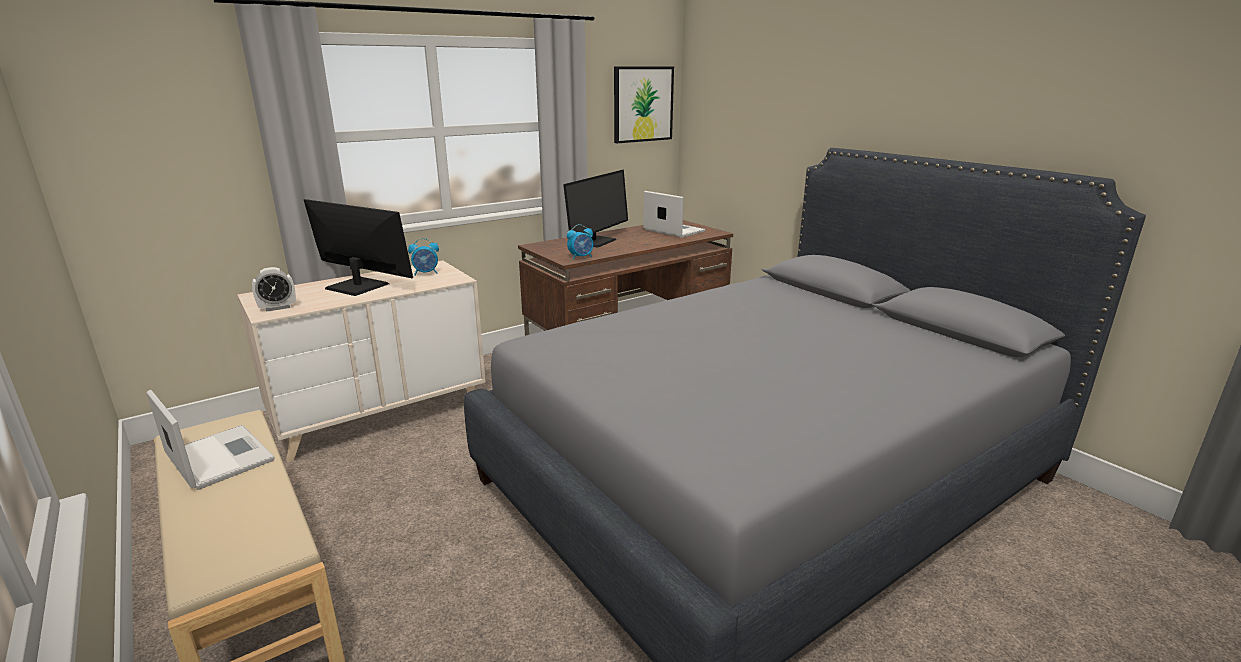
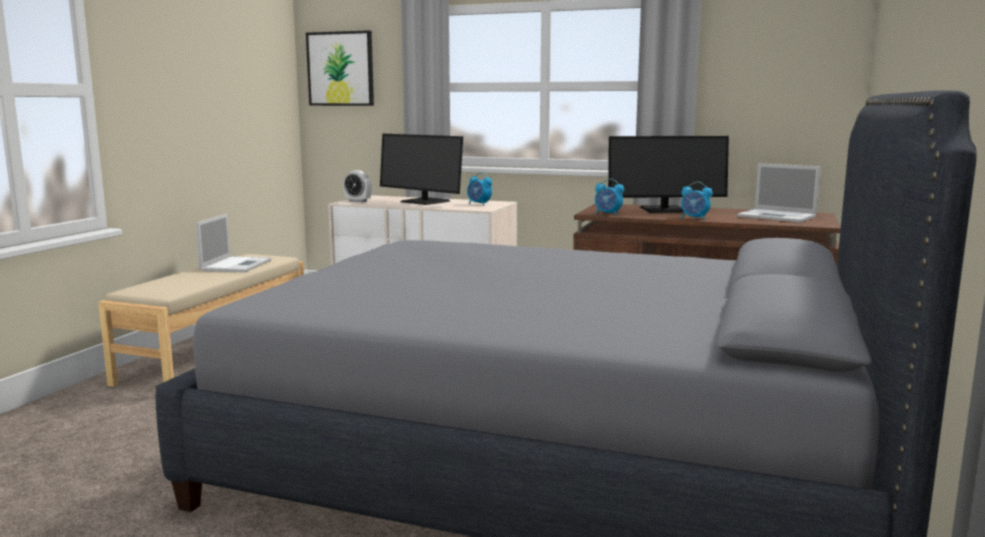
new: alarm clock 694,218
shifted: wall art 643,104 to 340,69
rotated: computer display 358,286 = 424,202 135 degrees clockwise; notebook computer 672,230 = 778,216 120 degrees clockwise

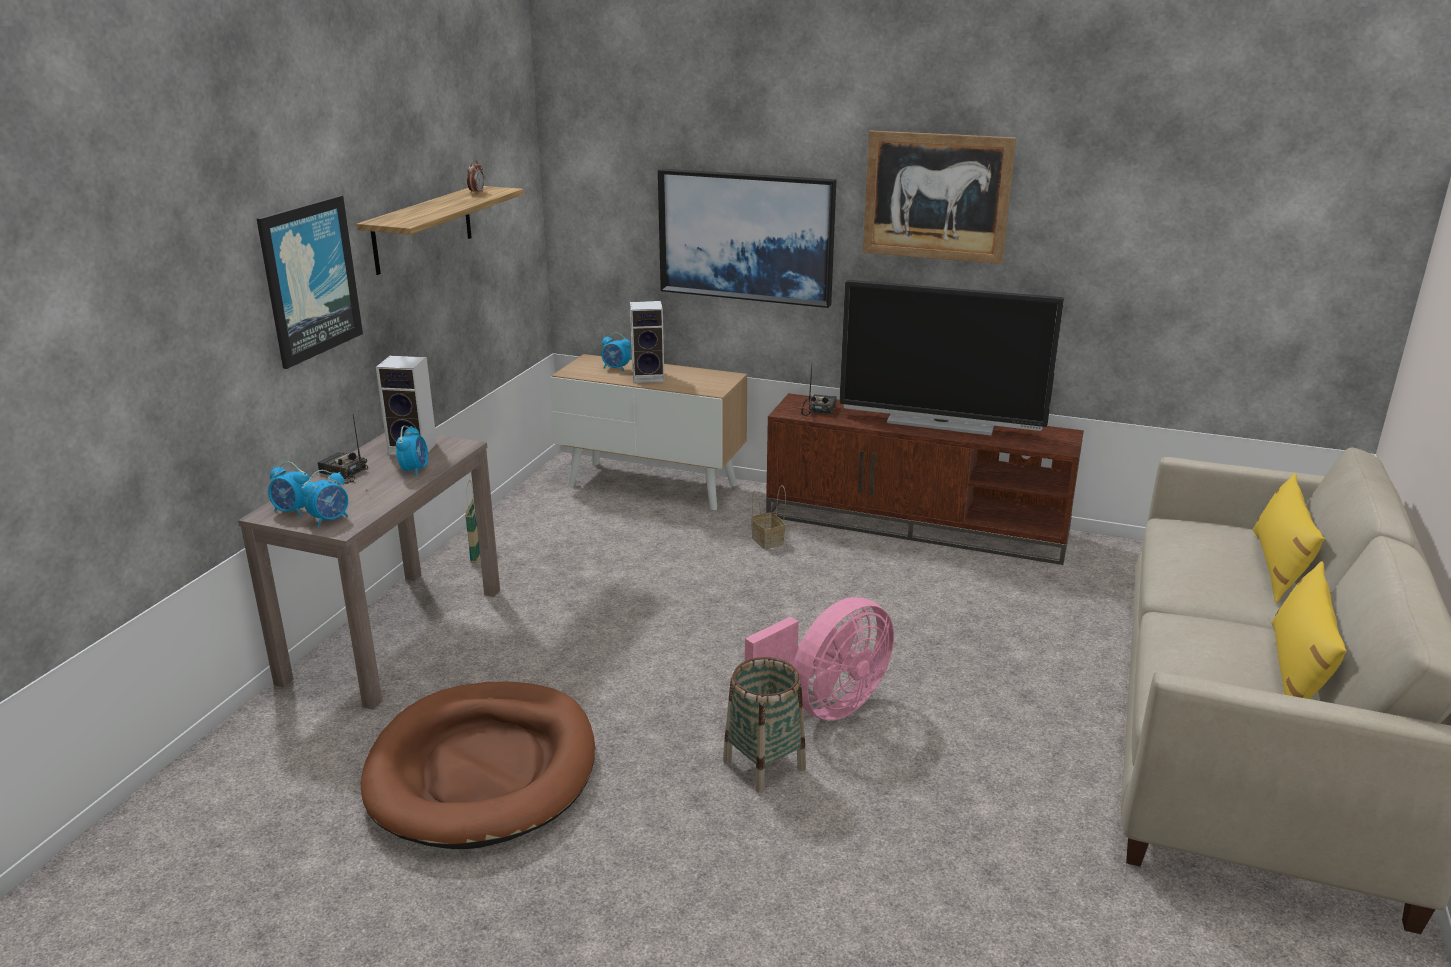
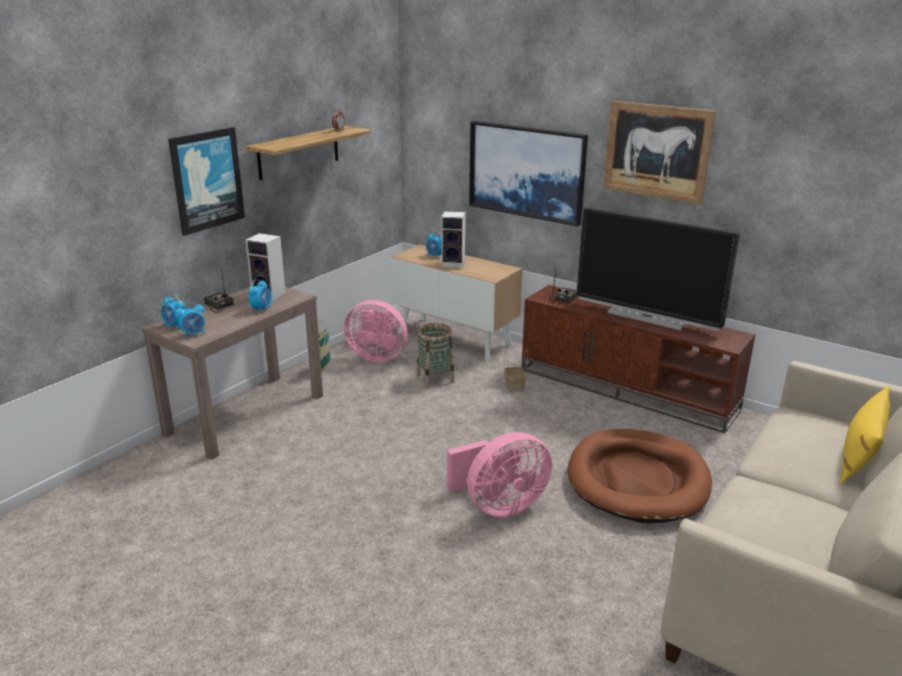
gone: cushion in yellow-coloured 1296,672
new: electric fan in pinkish 377,356
shifted: storage basket 764,765 to 435,378; dog cushion in brownish 483,770 to 637,480

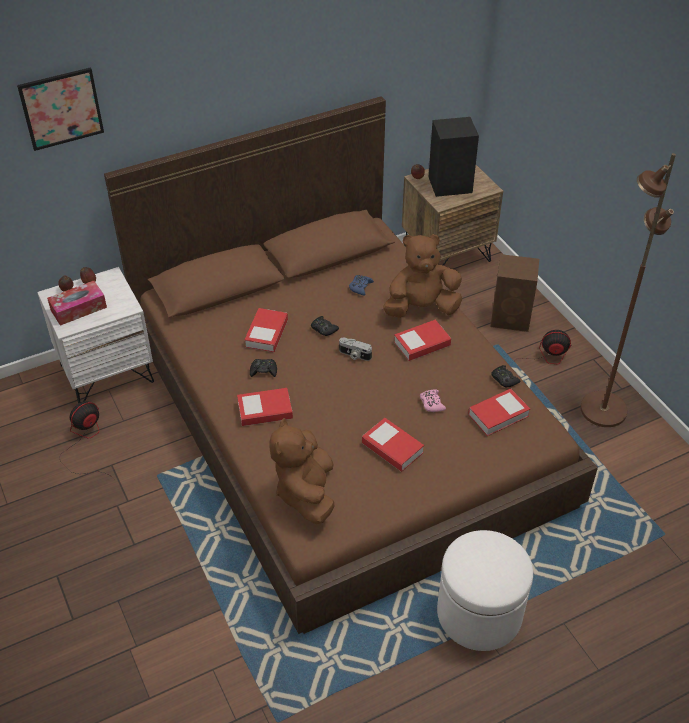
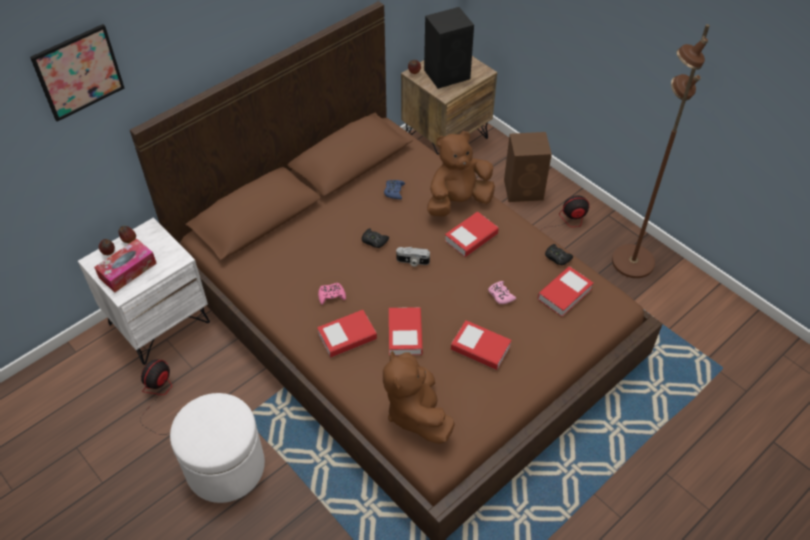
shifted: ottoman in white 479,613 to 225,467; book 266,333 to 405,334
repainted: joypad in black 263,371 to joypad in pinkish 331,295

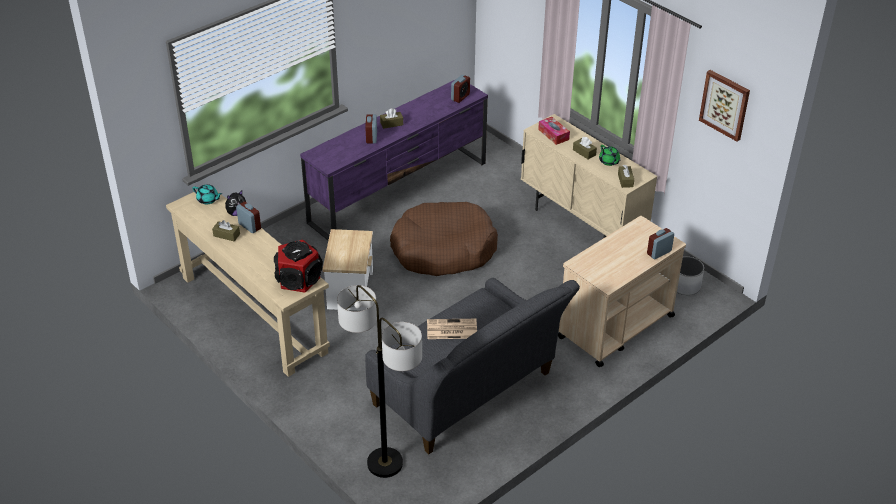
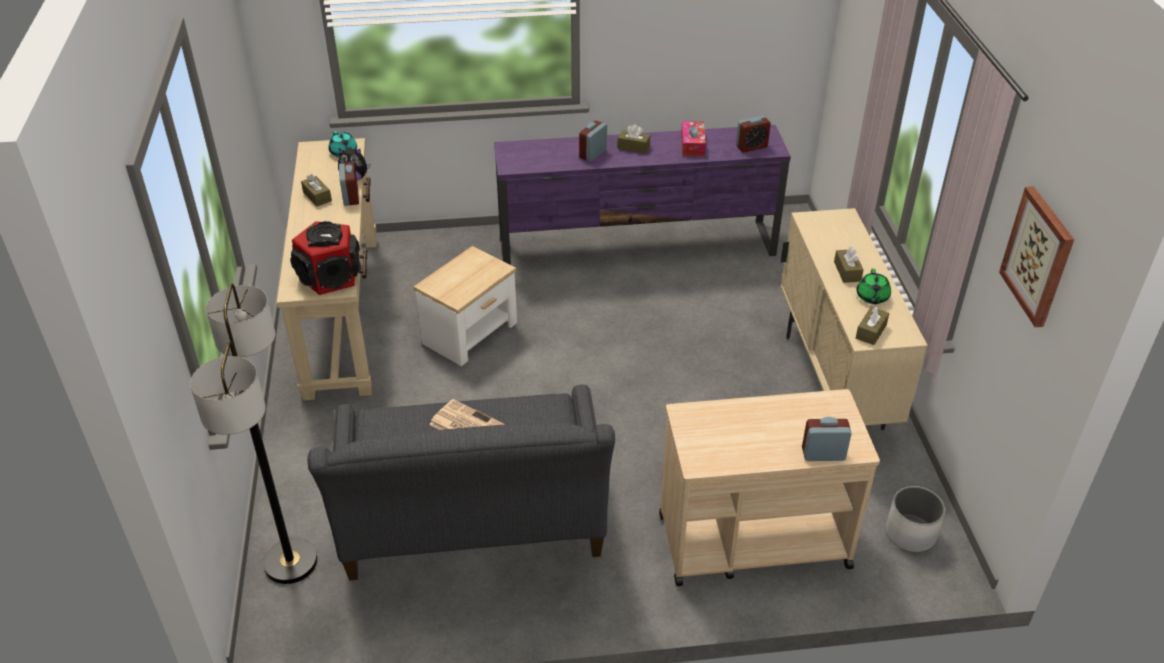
gone: dog cushion in brownish 443,249
shifted: tissue holder 553,134 to 692,144

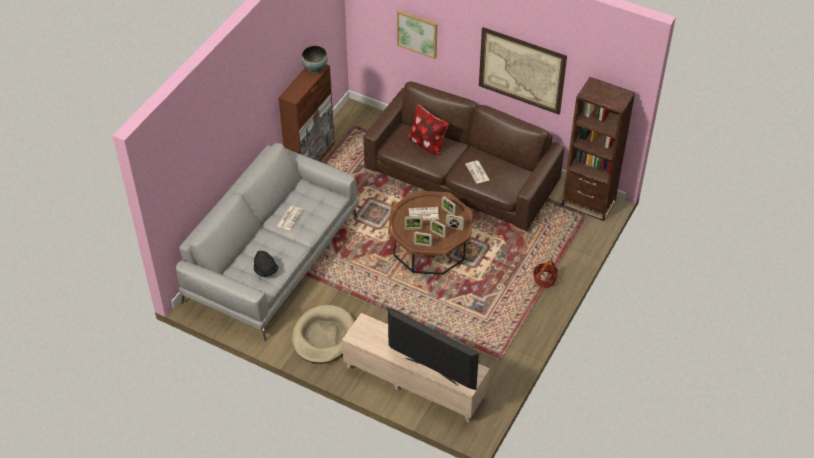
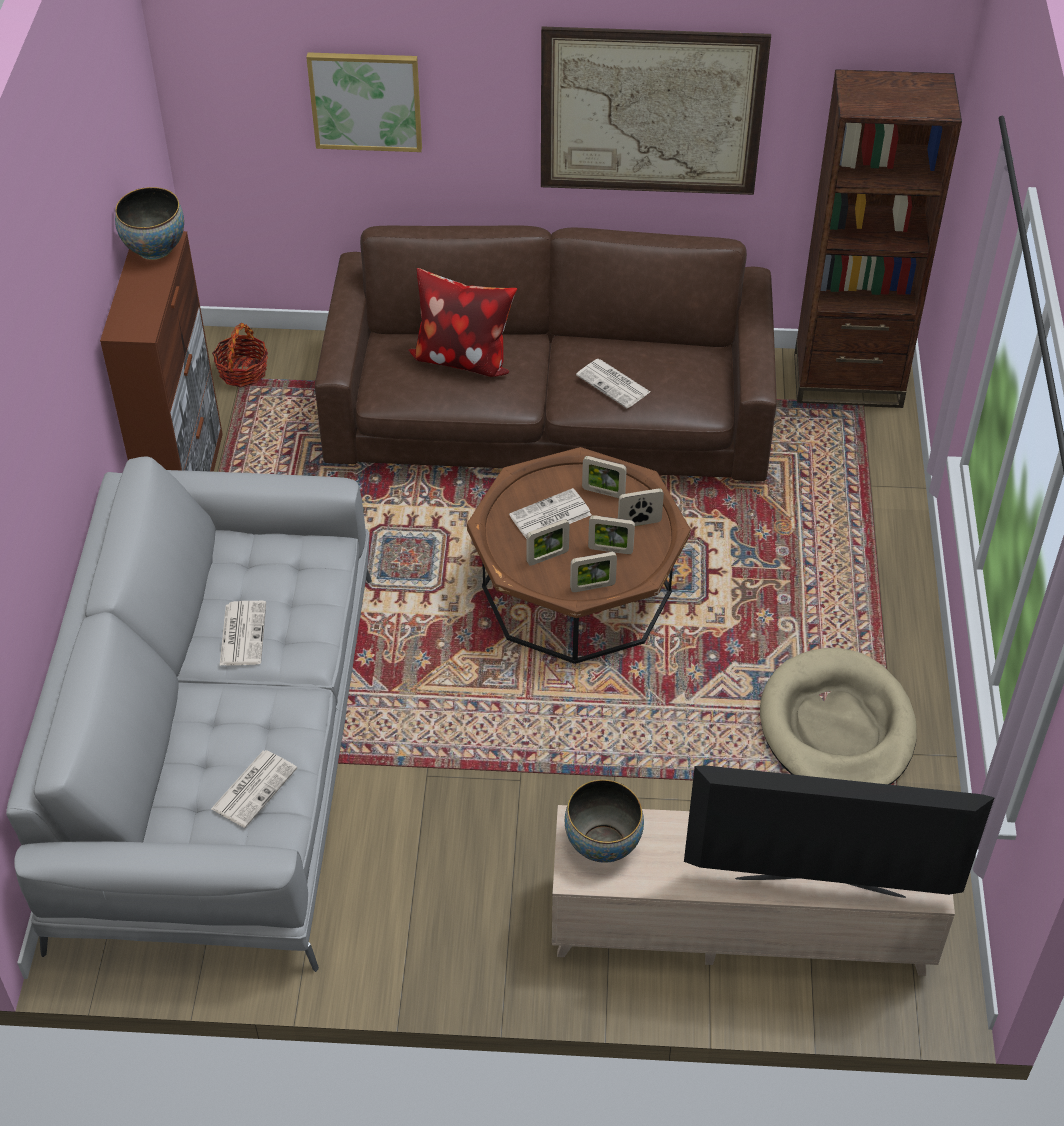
new: deep dish 603,844
shifted: storage basket 544,279 to 243,372; dog cushion in sand-coloured 323,336 to 836,727
swapped: hat in black 265,270 to newspaper 254,787

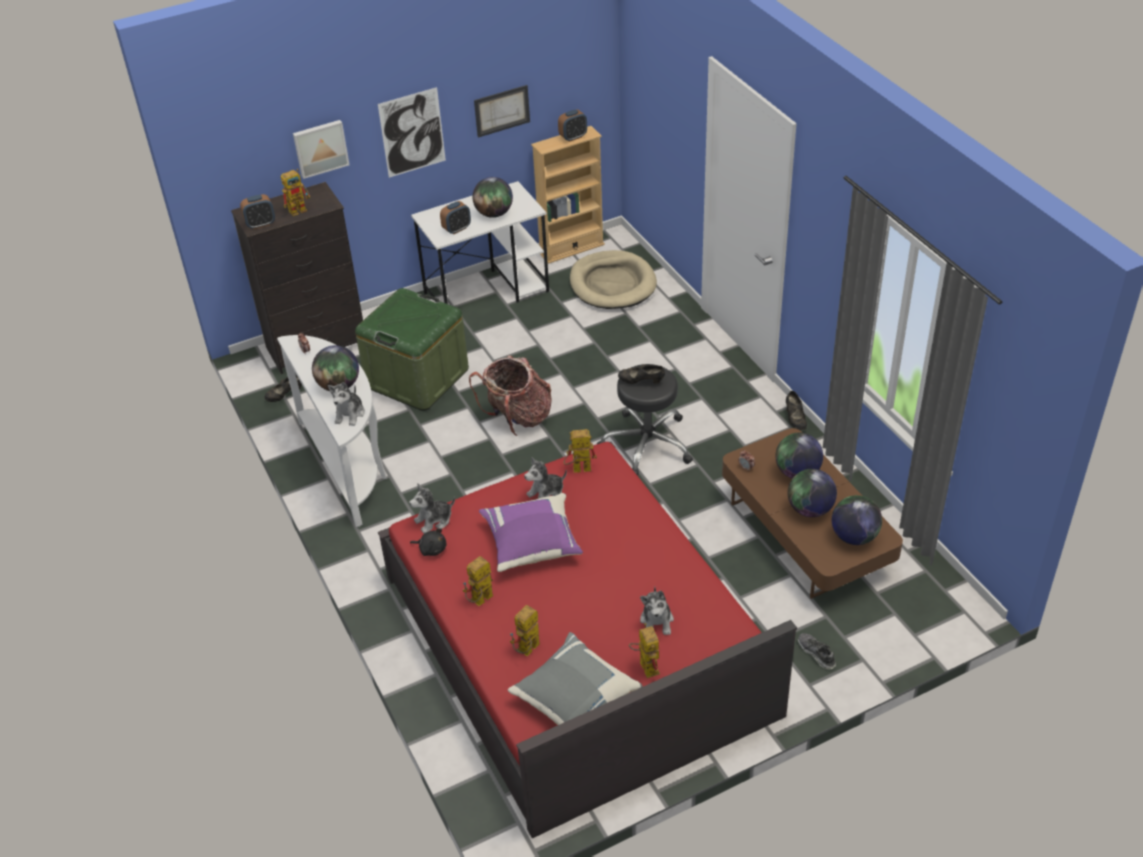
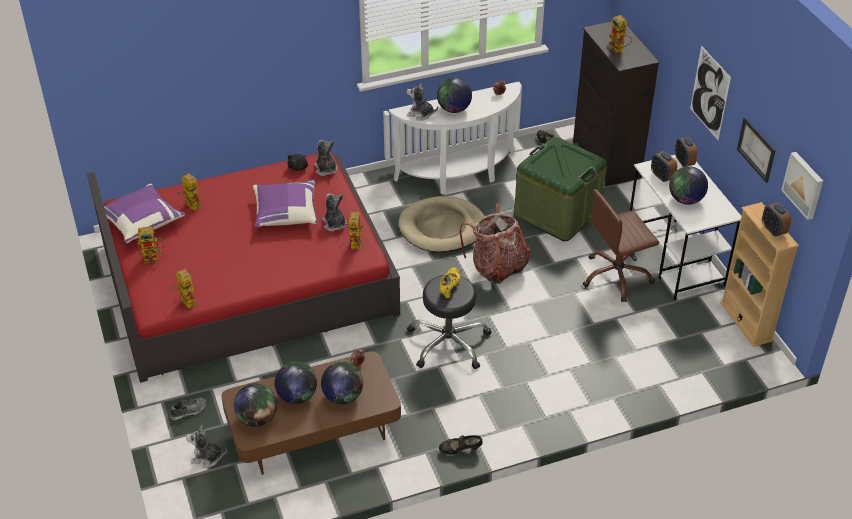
new: desk chair in brownish 616,277
shifted: robot figure 479,601 to 185,301; cuddly toy 657,621 to 207,457; dog cushion in sand-coloured 612,284 to 442,228; alarm clock 260,224 to 684,162; wall art 320,148 to 804,185
repainted: cushion in grey 574,699 to cushion in purple-coloured 142,222; shoe in black 641,381 to shoe in yellow-coloured 449,287

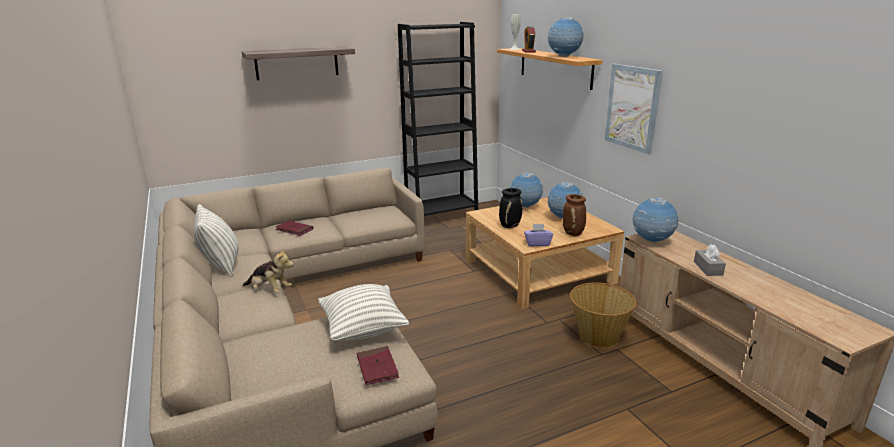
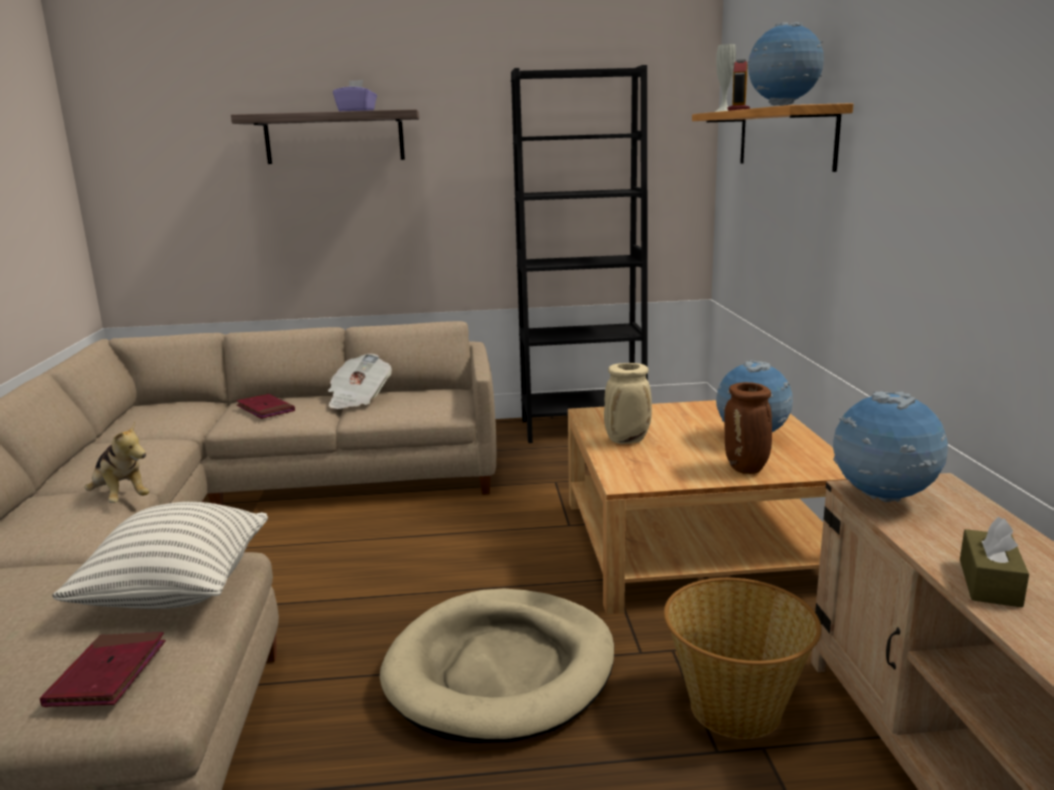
gone: cushion 221,265; world globe 525,207; wall art 632,108
new: newspaper 358,399; dog cushion in sand-coloured 501,670
shifted: tissue holder in purple-coloured 537,243 to 356,111
repainted: vase in black 510,226 to vase in sand-coloured 627,440; tissue holder in grey 708,268 to tissue holder in brownish 989,582

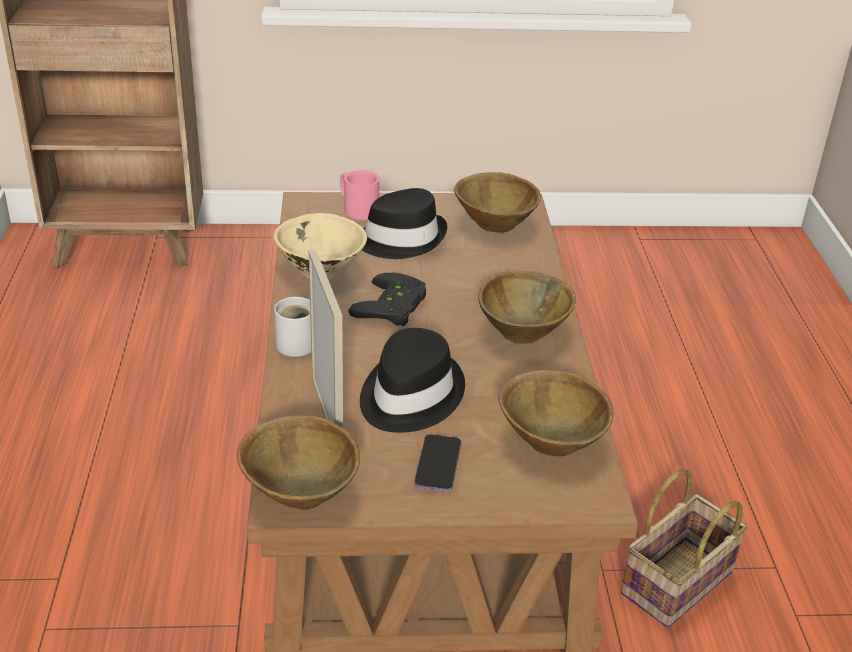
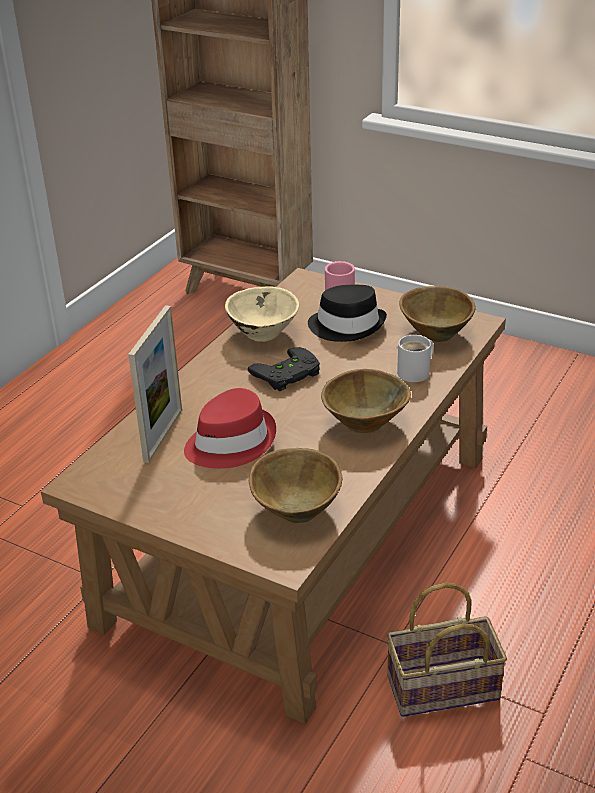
gone: deep dish in brownish 299,492; telephone 438,465
shifted: mug in white 299,342 to 416,372
repainted: hat in black 409,396 to hat in red-coloured 230,442

